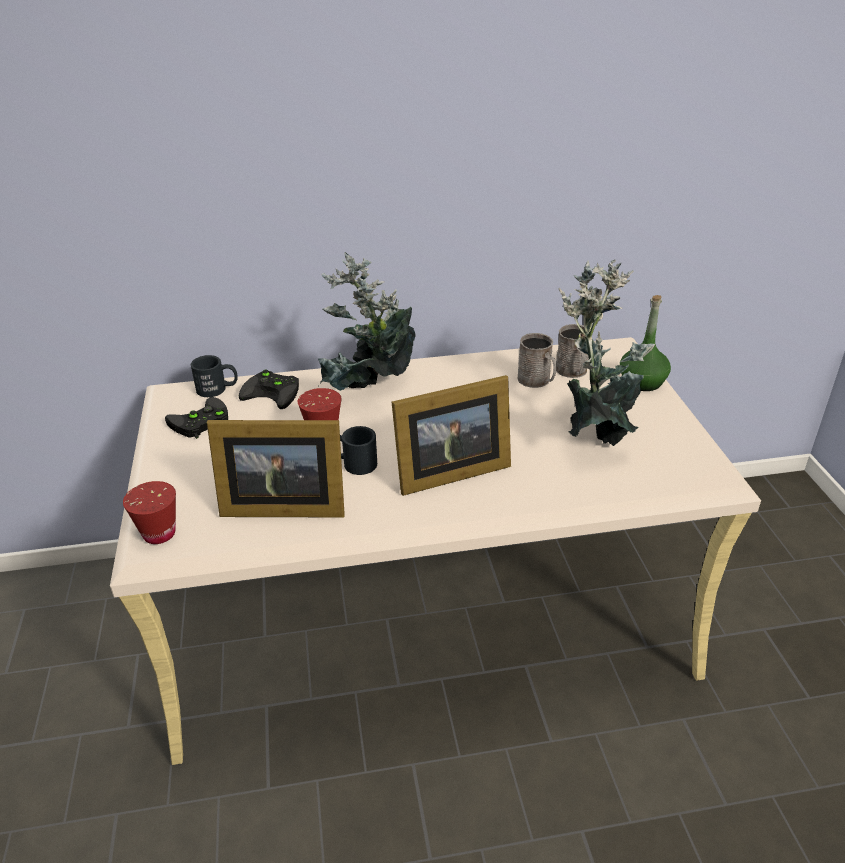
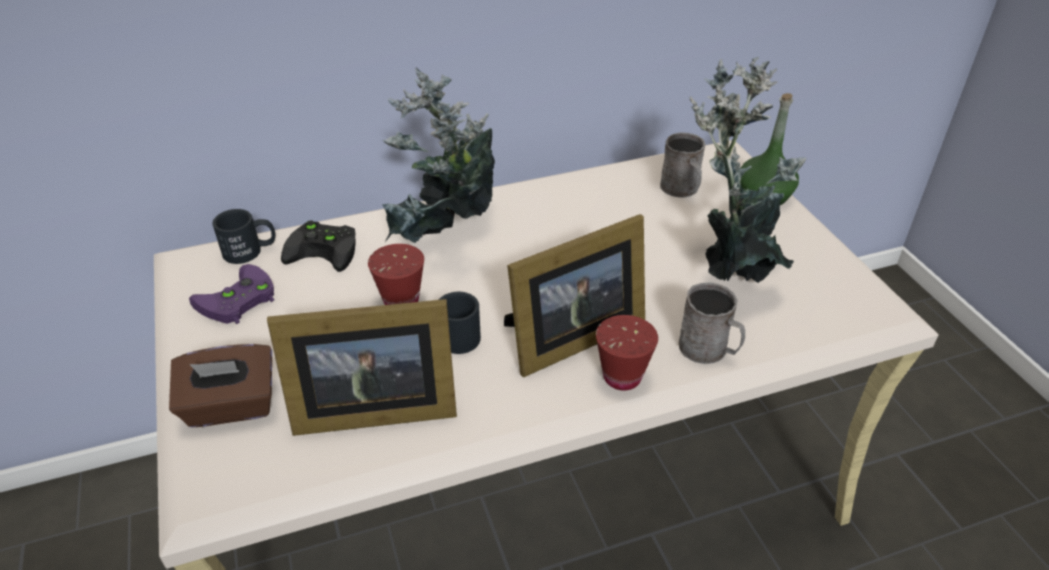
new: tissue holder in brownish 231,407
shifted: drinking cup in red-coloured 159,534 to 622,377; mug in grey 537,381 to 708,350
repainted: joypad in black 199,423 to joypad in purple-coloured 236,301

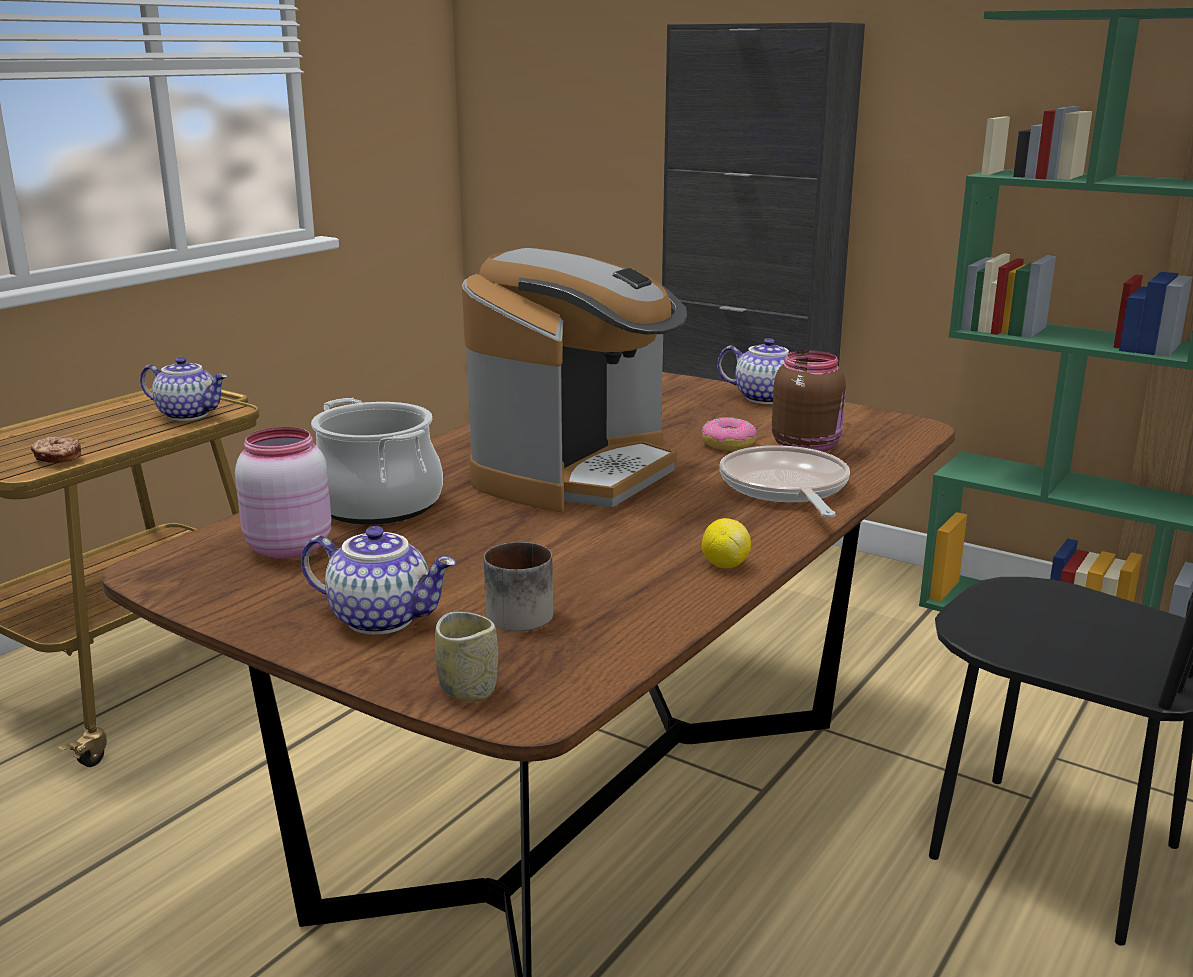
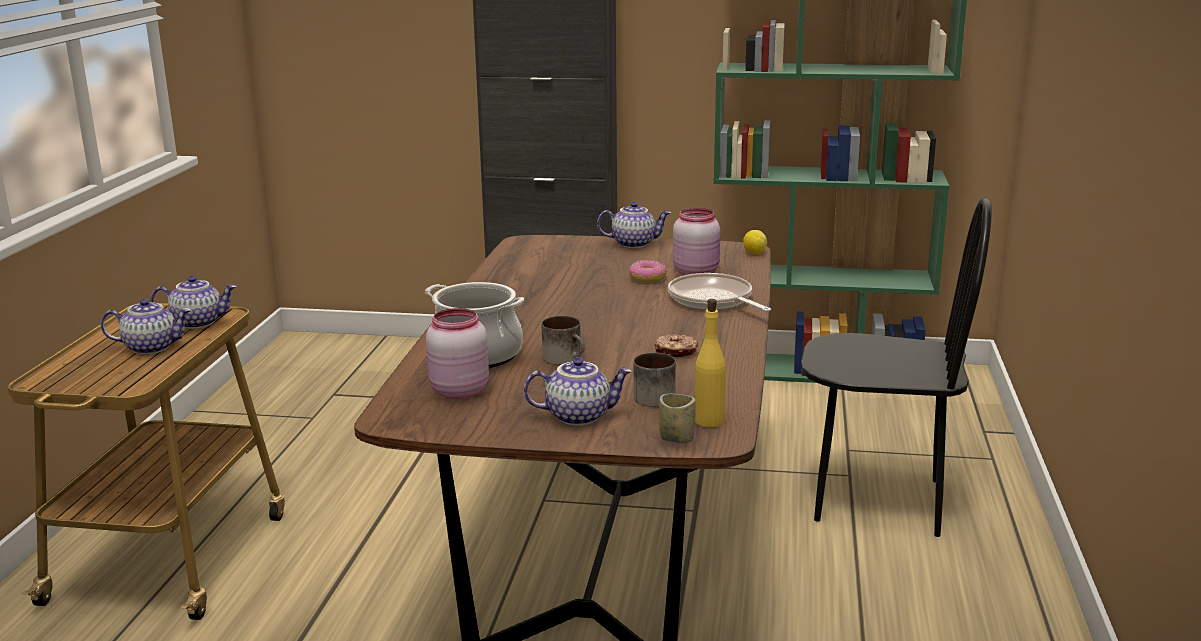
gone: coffee brewer 576,474
new: tea pot 152,347; mug 566,359; bottle in yellow-coloured 709,421
shifted: doughnut 57,457 to 675,352; lemon 724,565 to 754,253
repainted: storage jar in brownish 807,447 to storage jar in pinkish 696,272

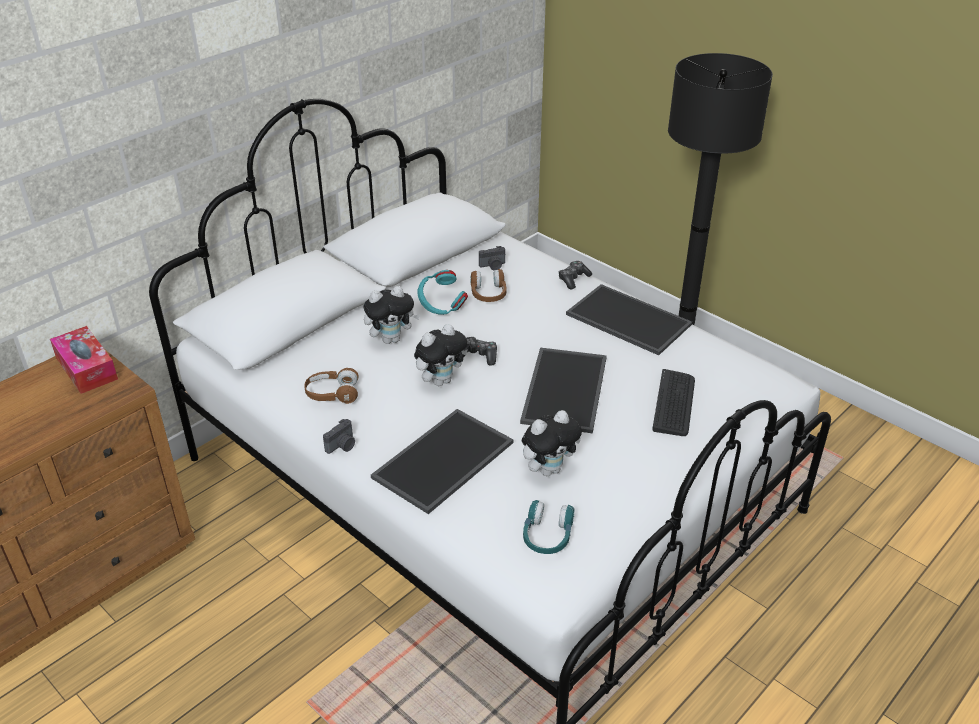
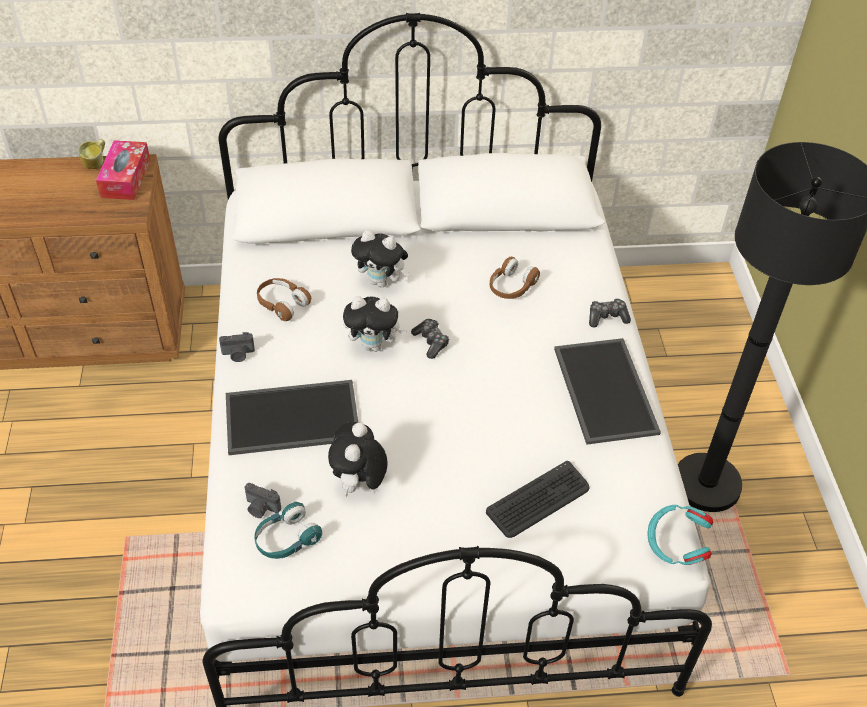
gone: tray 563,388
new: mug 96,164
shifted: still camera 493,266 to 261,508; headset in turquoise-coloured 441,307 to 675,547
rotated: cuddly toy 549,469 = 359,484 90 degrees clockwise

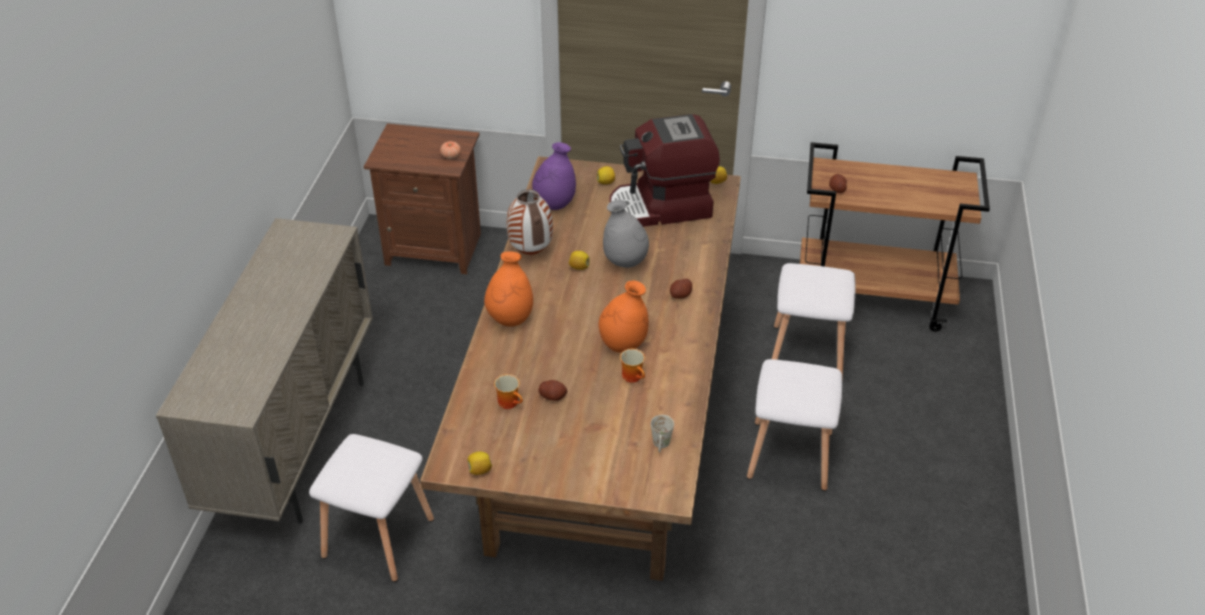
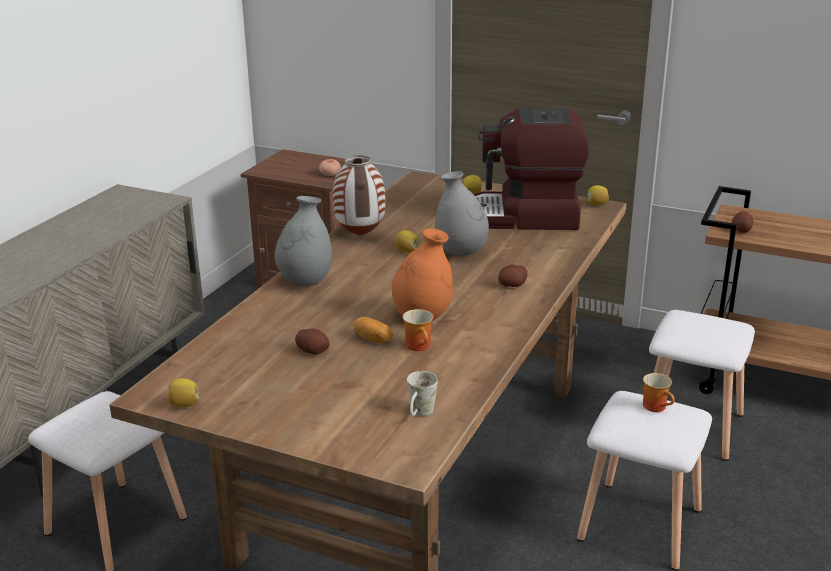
gone: vase in purple-coloured 555,204
new: whole potato 373,339
shifted: mug 511,402 to 657,407
repainted: vase in orangey 510,318 to vase in grey 305,282

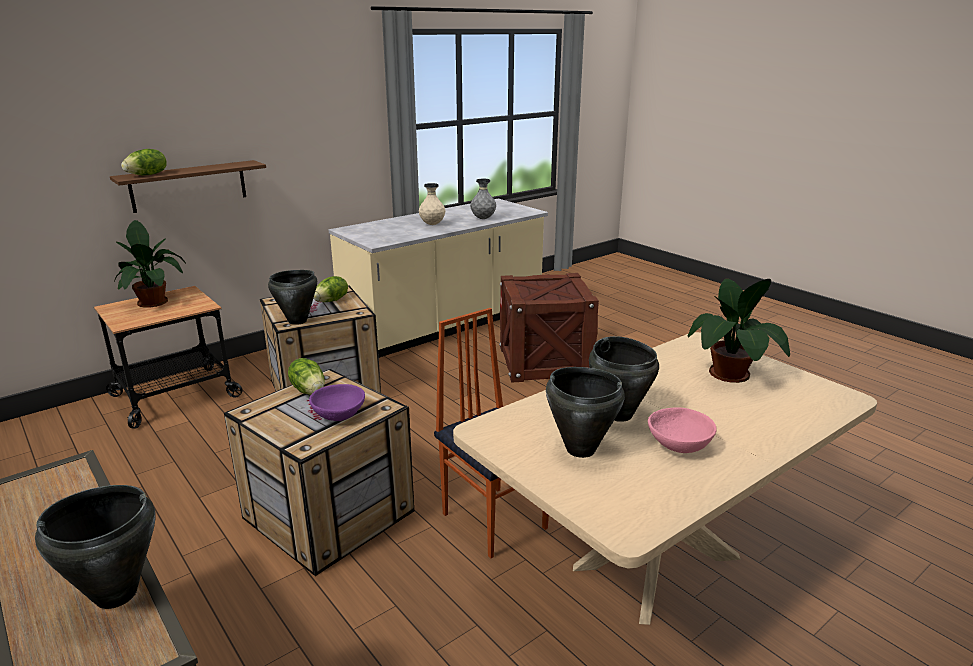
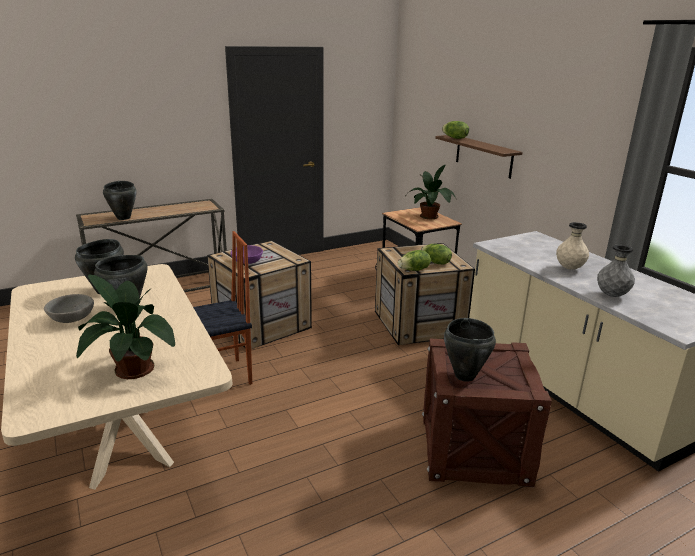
shifted: head of lettuce 309,390 to 414,270; saucepot in black 298,321 to 464,376
repainted: deep dish in pinkish 678,445 to deep dish in grey 72,319

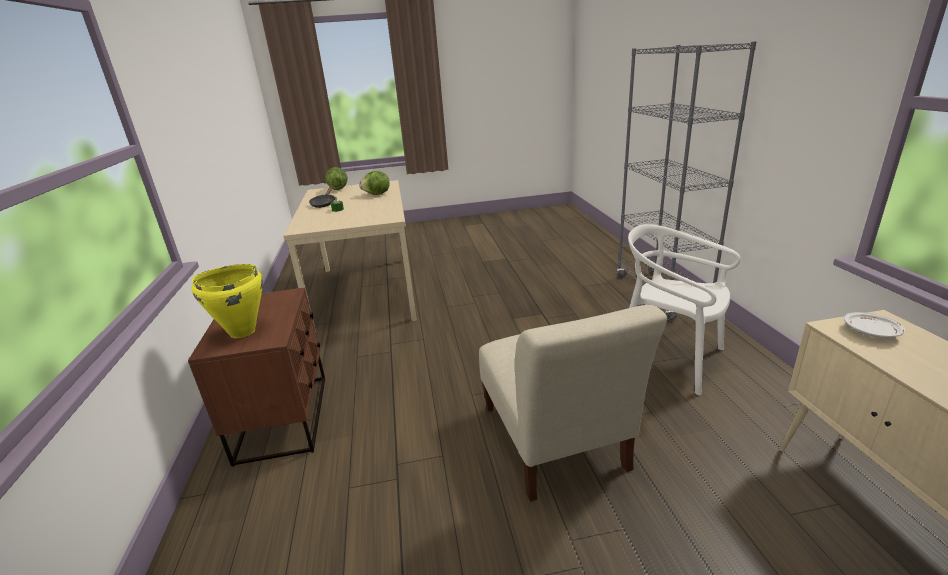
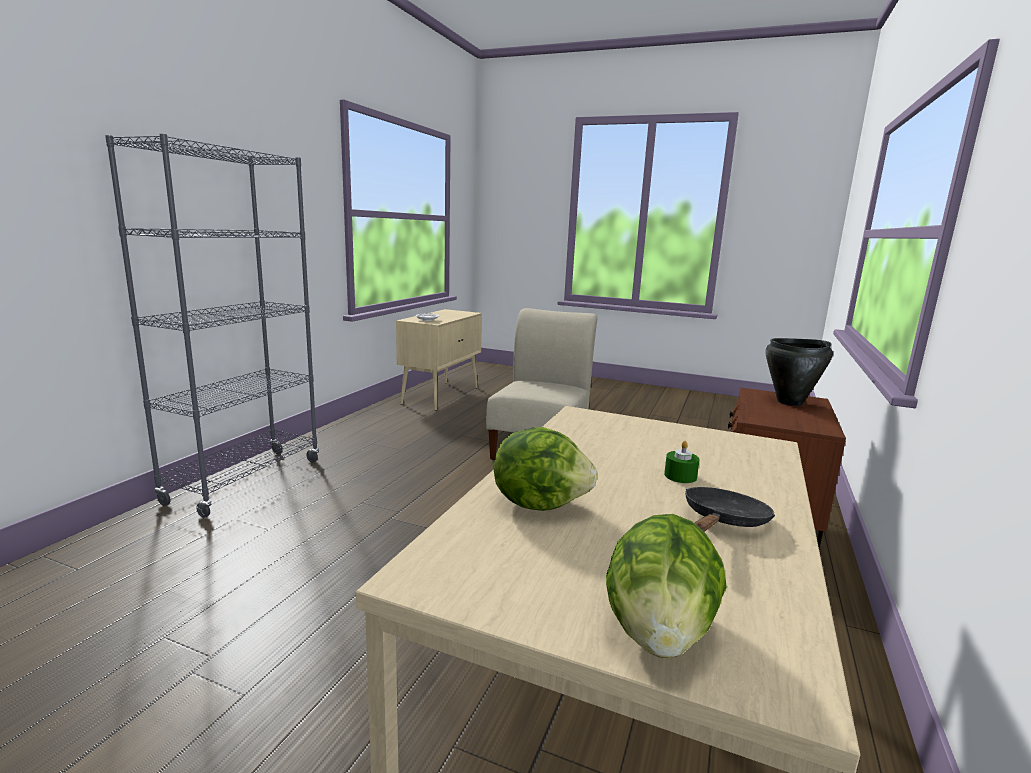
gone: plain chair in white 669,358
repainted: saucepot in yellow-coloured 242,332 to saucepot in black 790,402

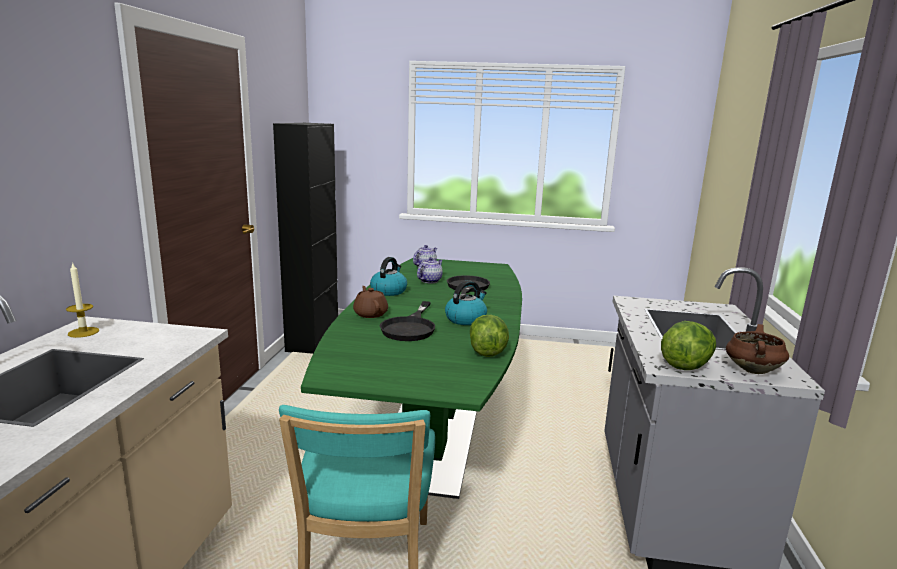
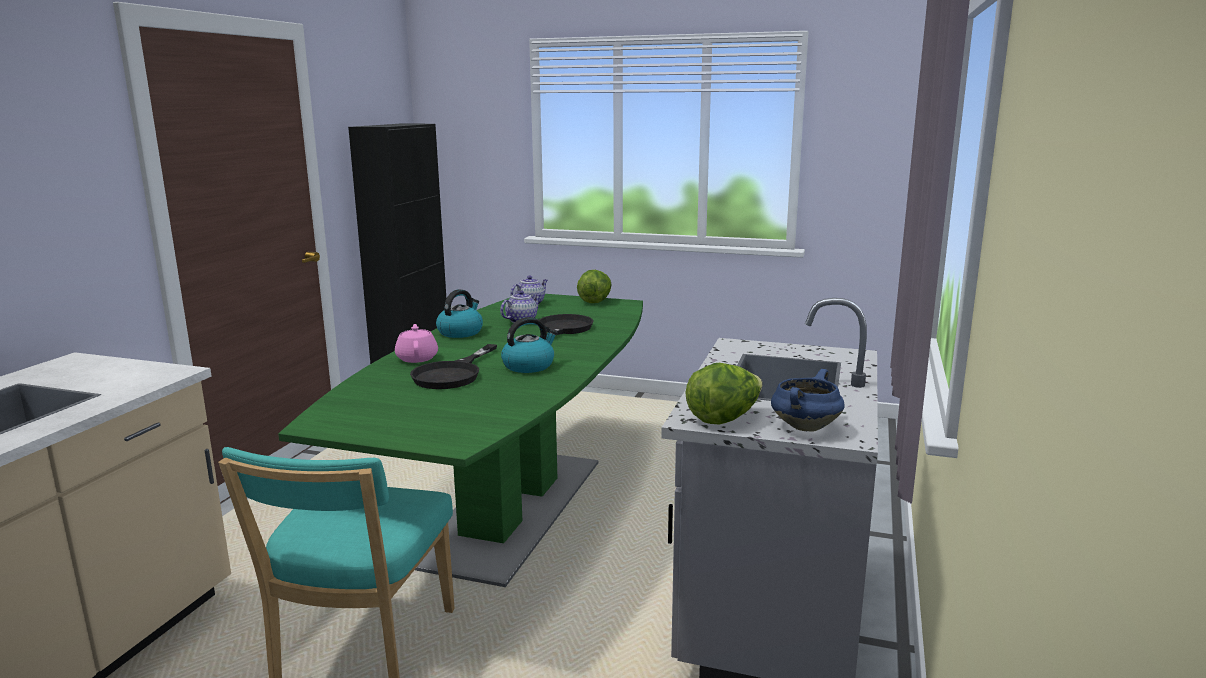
gone: wax light 83,332
shifted: head of lettuce 487,351 to 595,301
repainted: tea pot in brownish 370,314 to tea pot in pinkish 417,358; saucepot in brownish 751,370 to saucepot in blue 805,427

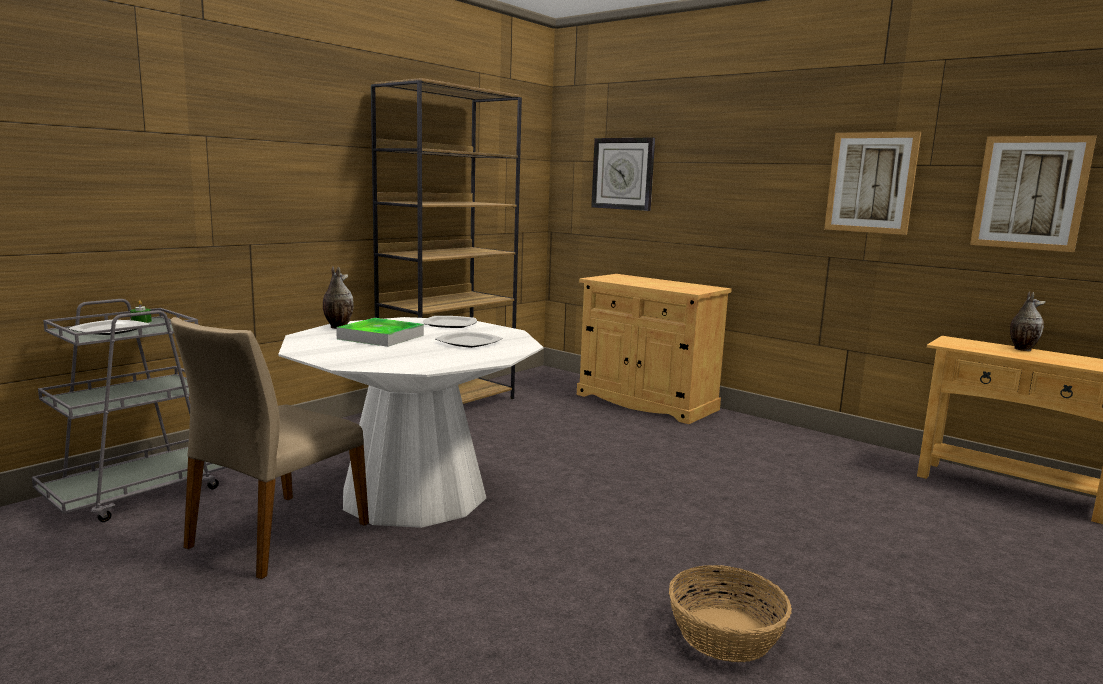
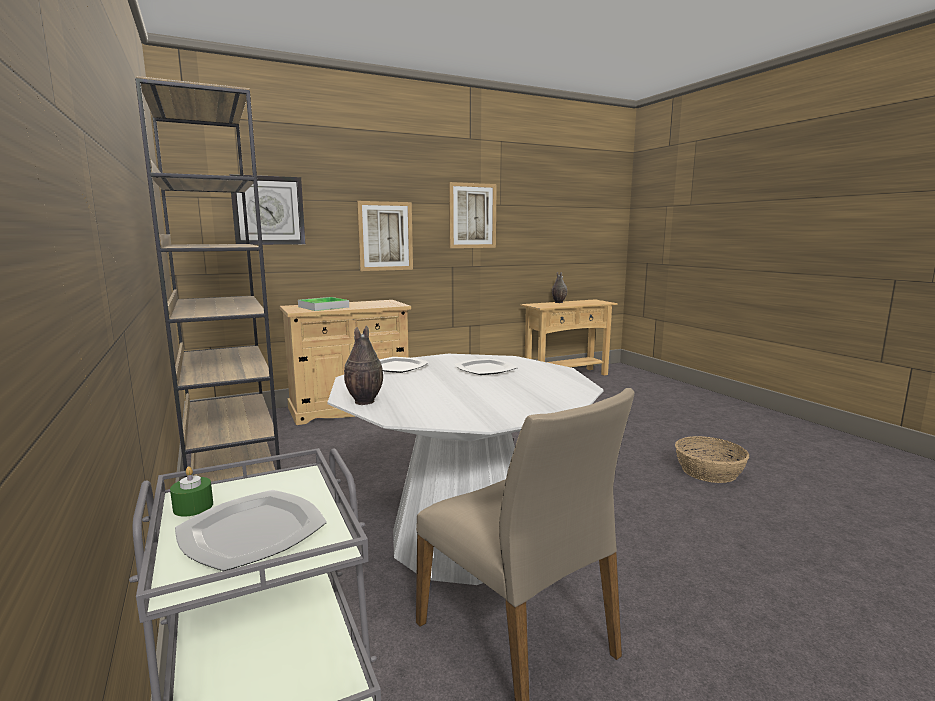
shifted: tray 381,337 to 323,307; wall art 1030,193 to 385,236

